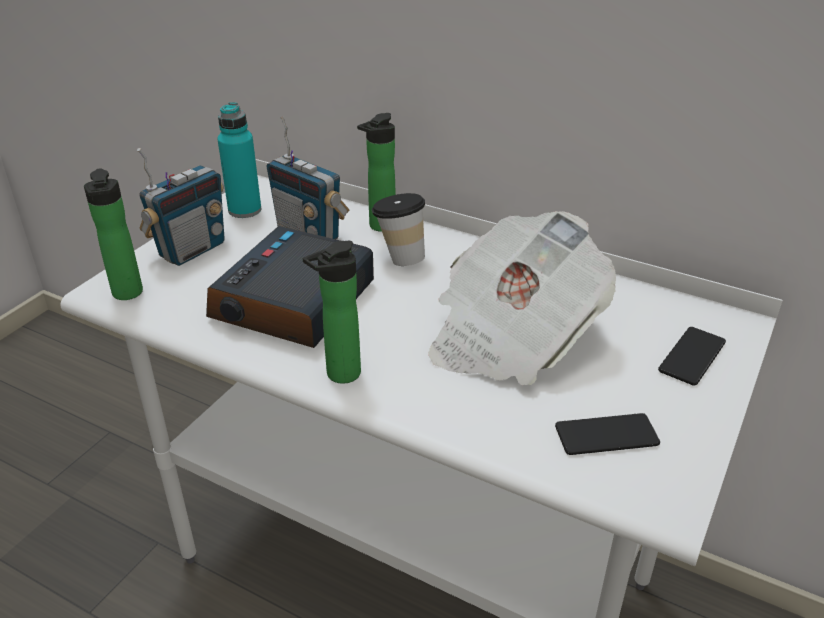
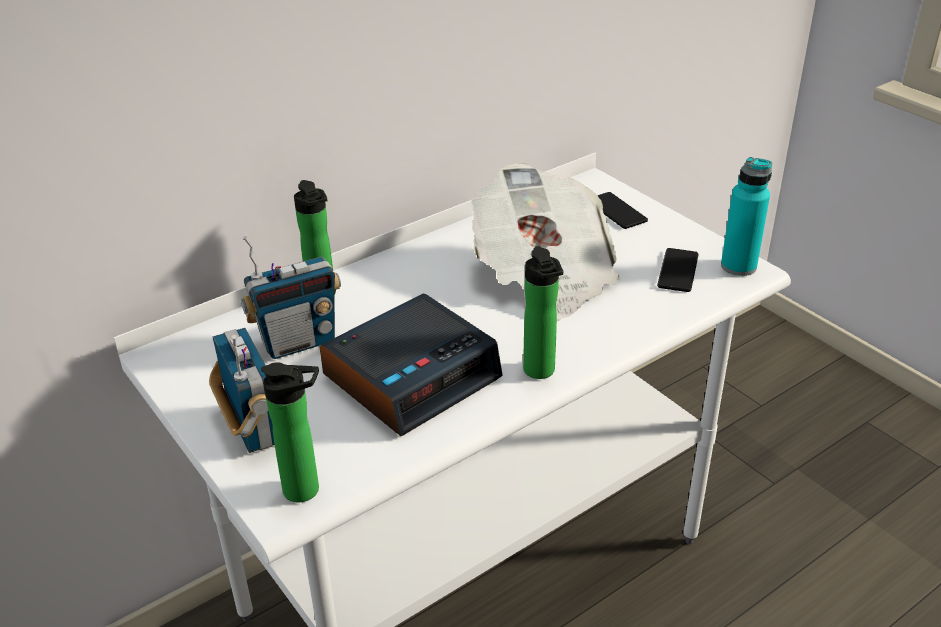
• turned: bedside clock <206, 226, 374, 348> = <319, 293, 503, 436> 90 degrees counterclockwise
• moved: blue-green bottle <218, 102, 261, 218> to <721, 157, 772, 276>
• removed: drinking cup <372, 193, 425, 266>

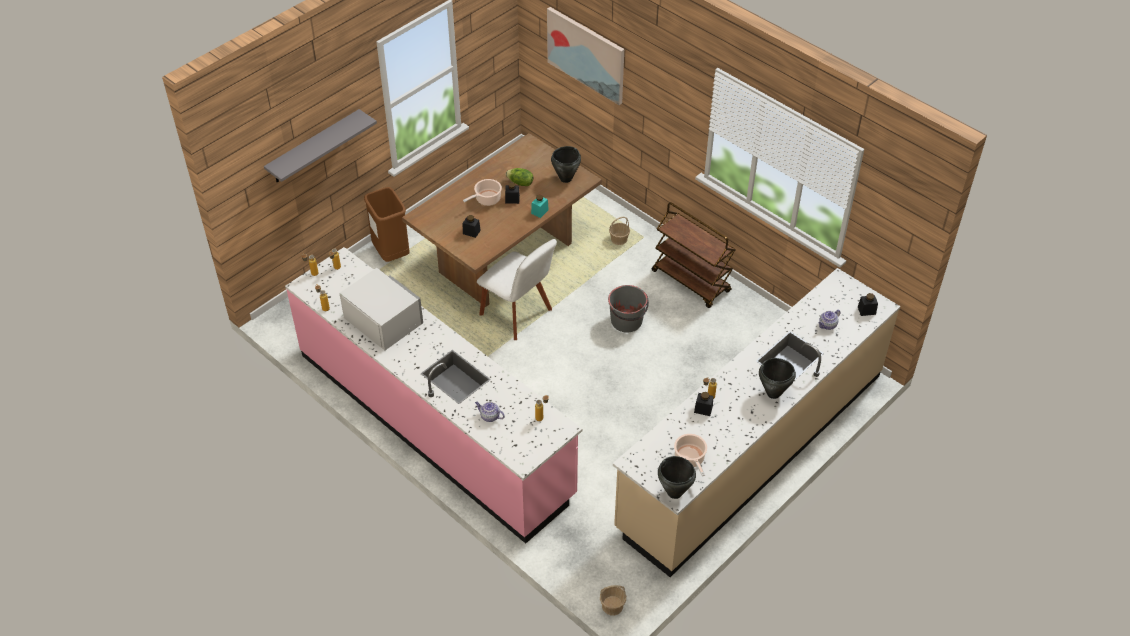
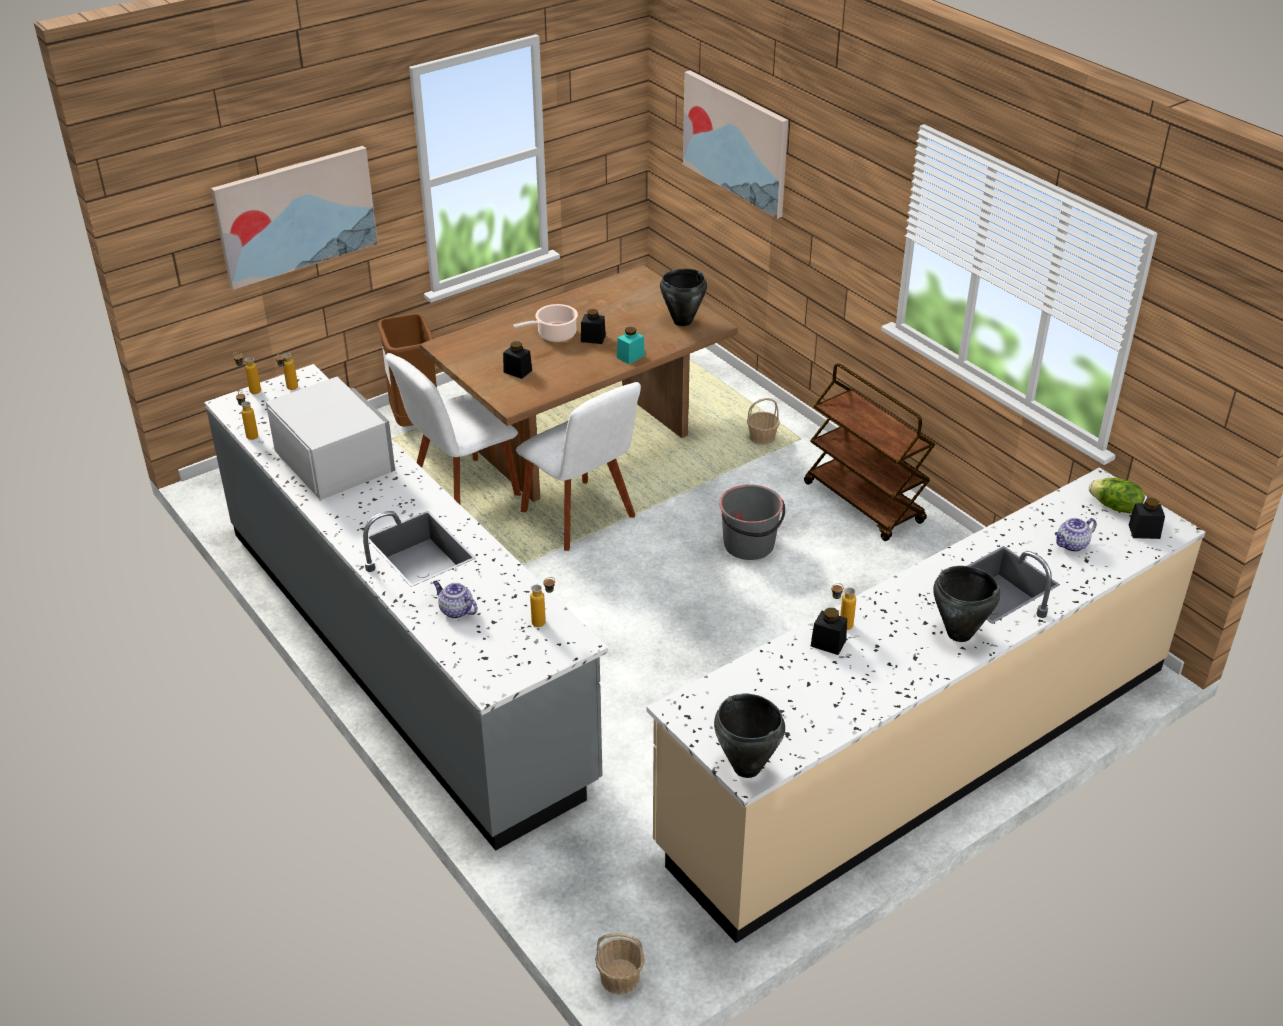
• replaced: gray shelf <264, 109, 377, 182> to wall picture <211, 146, 378, 290>
• recoloured: pinkish kitchen counter <285, 247, 583, 544> to gray kitchen counter <204, 364, 608, 851>
• moved: lettuce head <506, 168, 533, 186> to <1089, 478, 1145, 514>
• removed: cooking pot <674, 434, 707, 476>
• added: white chair <386, 353, 521, 504>

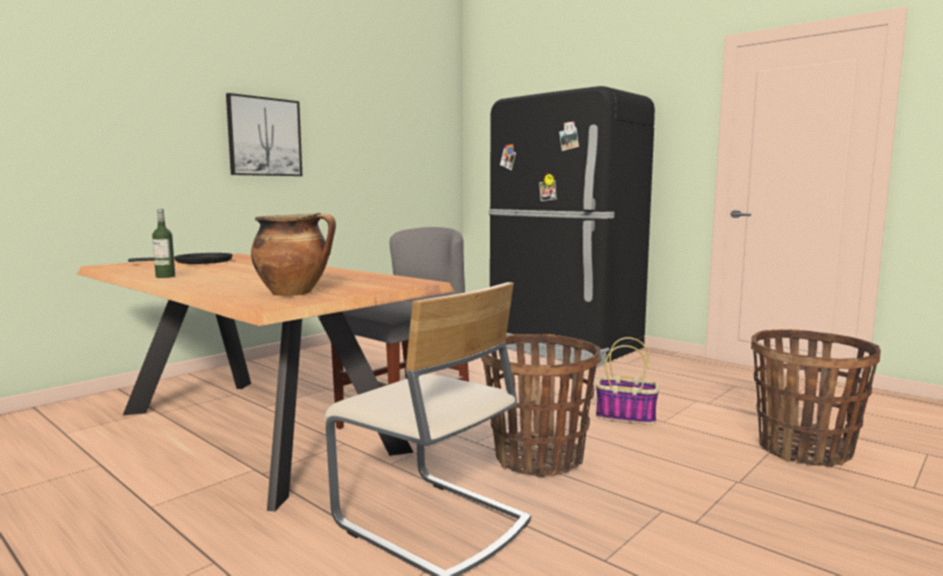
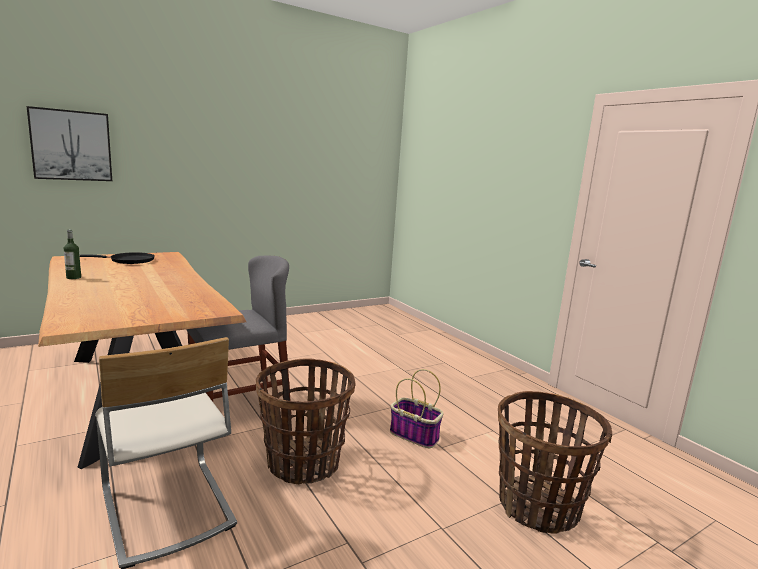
• moved: wall picture <226, 93, 302, 176> to <27, 106, 112, 181>
• removed: cooking pot <251, 213, 336, 296>
• removed: black-coloured fridge <489, 86, 655, 366>

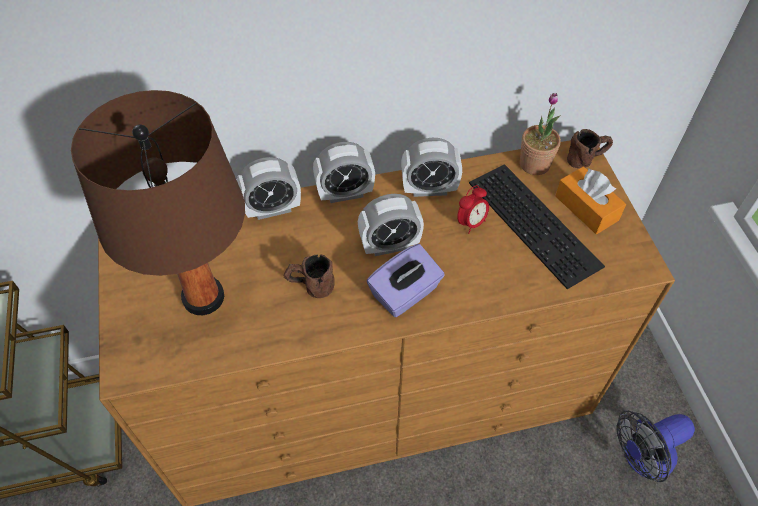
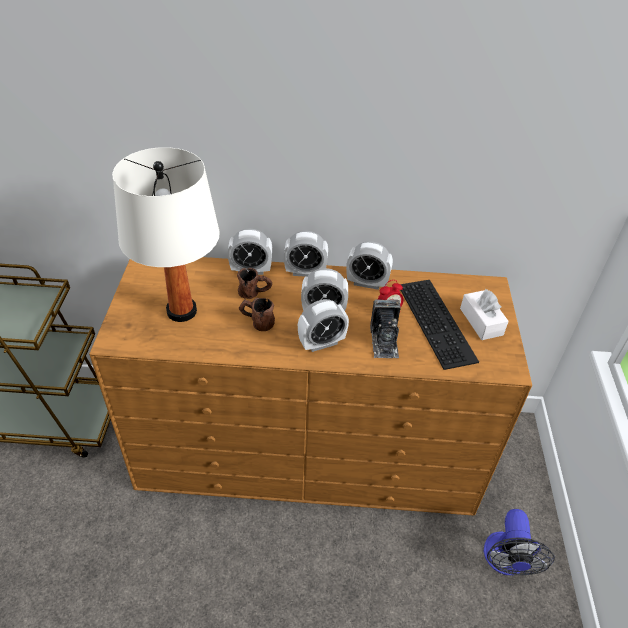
• recoloured: brown table lamp <71, 90, 245, 315> to white table lamp <112, 147, 220, 322>
• replaced: purplish tissue holder <367, 244, 445, 317> to bedside clock <298, 299, 349, 352>
• removed: potted plant <520, 93, 561, 175>
• recoloured: orange-coloured tissue holder <555, 167, 626, 234> to white tissue holder <460, 289, 509, 340>
• moved: brown mug <567, 129, 613, 168> to <237, 268, 272, 299>
• turned: cooling fan <616, 411, 695, 482> = <484, 509, 555, 575> 75 degrees counterclockwise
• added: still camera <370, 299, 401, 358>

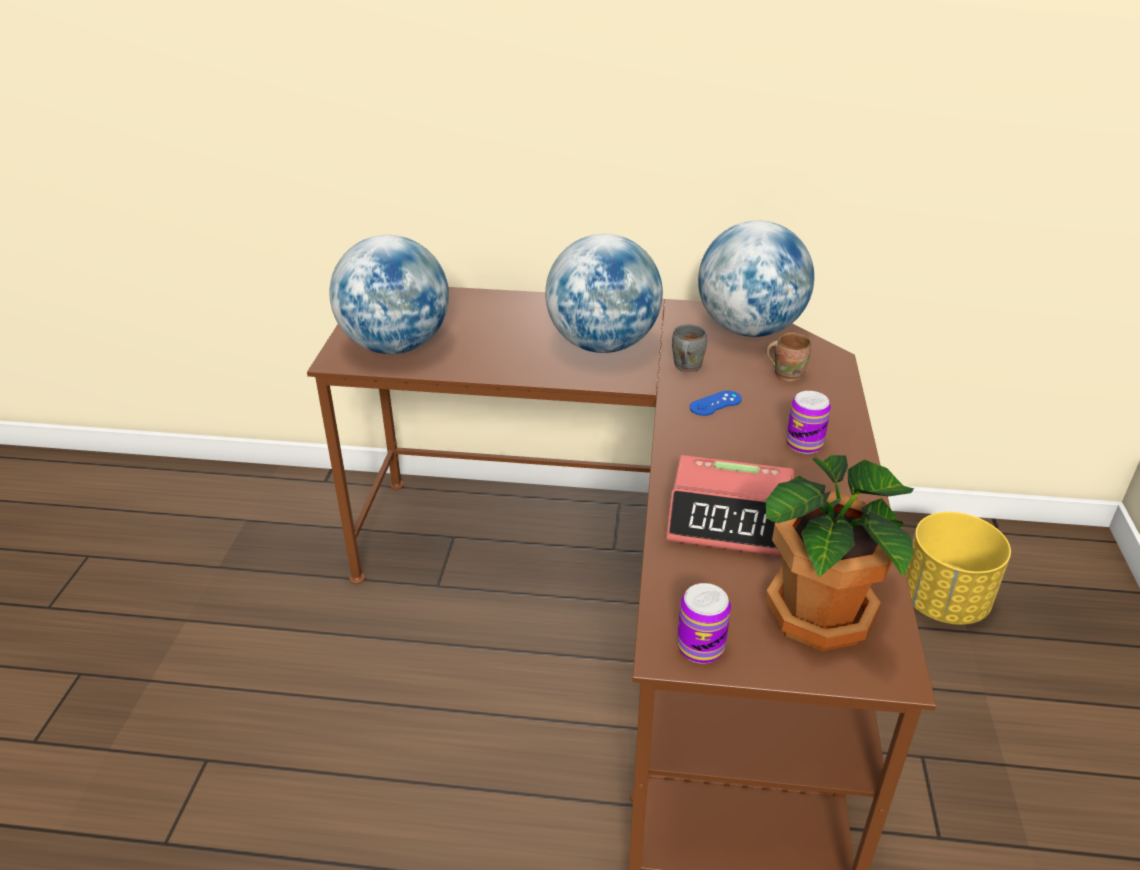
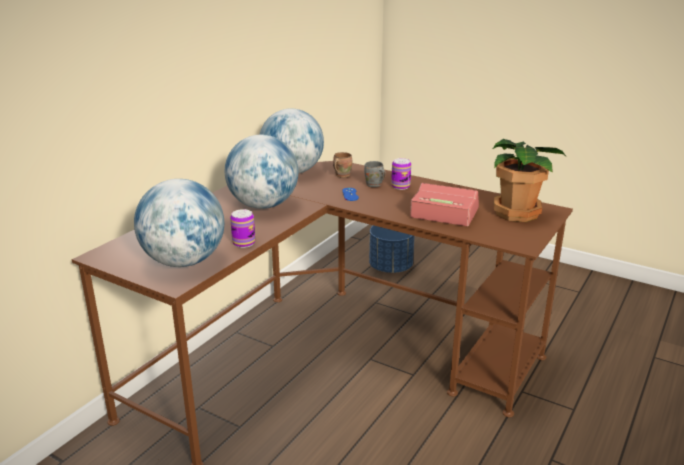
• turned: bedside clock <666, 455, 794, 557> = <410, 183, 479, 226> 105 degrees counterclockwise
• moved: gray mug <672, 324, 707, 372> to <364, 161, 386, 187>
• moved: metal can <677, 583, 731, 664> to <230, 209, 255, 248>
• recoloured: yellow-coloured planter <905, 512, 1011, 625> to blue planter <369, 225, 414, 273>

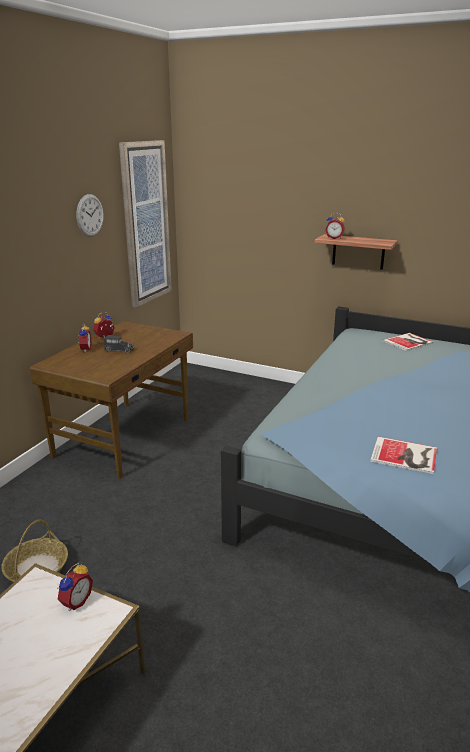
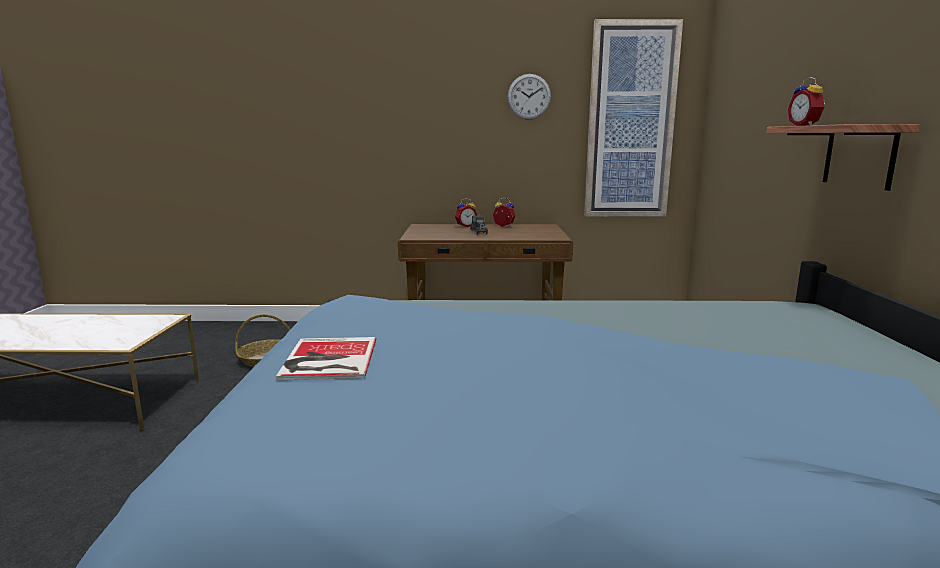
• removed: bedside clock <57, 563, 93, 611>
• removed: book <382, 333, 433, 351>

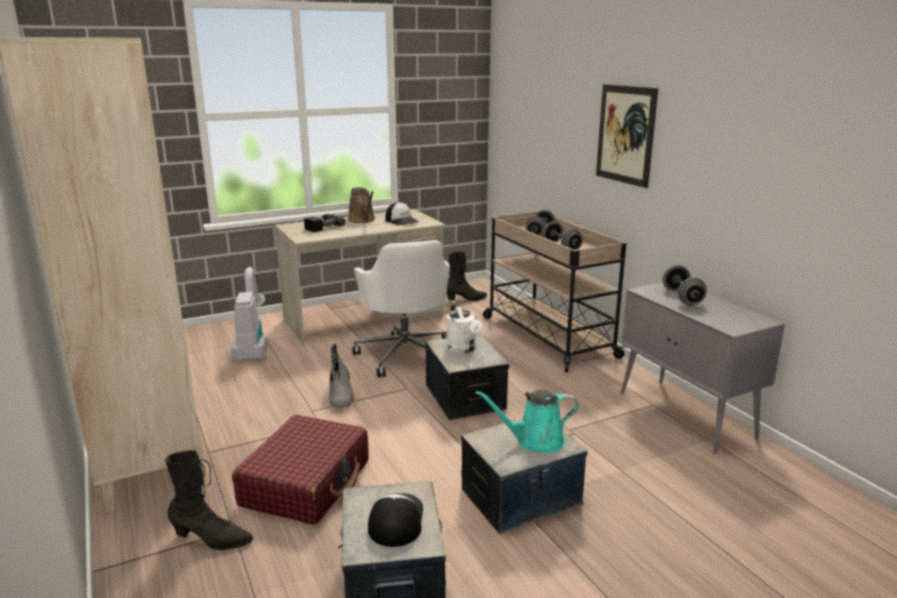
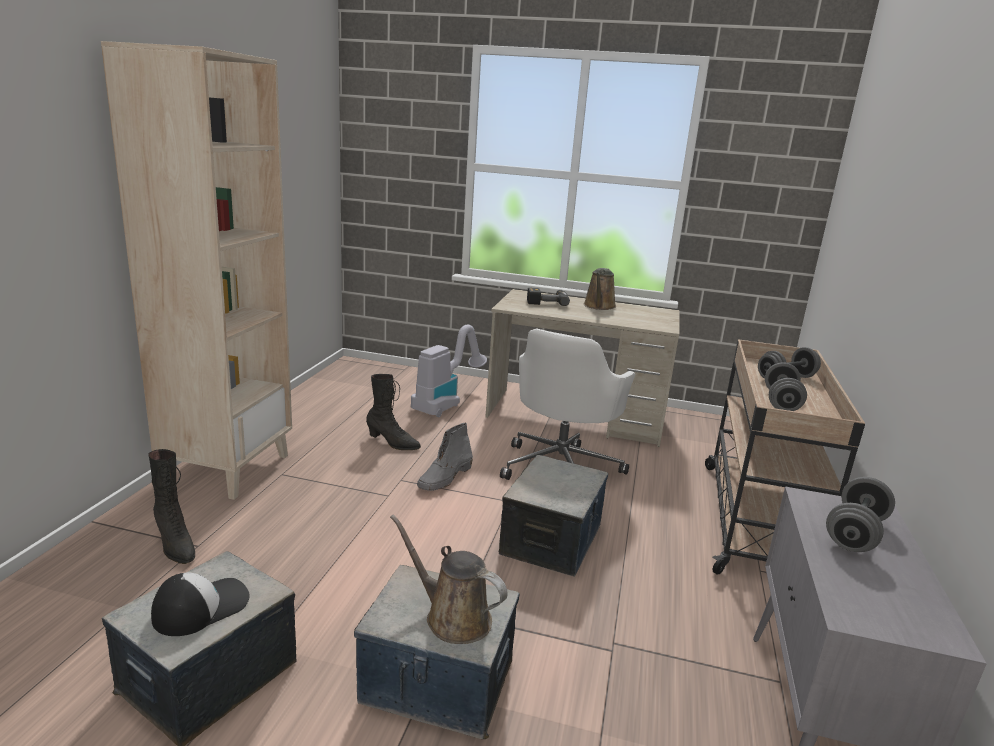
• removed: red suitcase <232, 415, 369, 525>
• removed: cap <385, 202, 420, 225>
• removed: white watering can <446, 302, 483, 353>
• moved: black-coloured tall boot <447, 252, 487, 301> to <366, 374, 421, 450>
• recoloured: blue-green watering can <476, 390, 578, 453> to brown watering can <390, 514, 507, 644>
• removed: wall picture <596, 84, 658, 188>

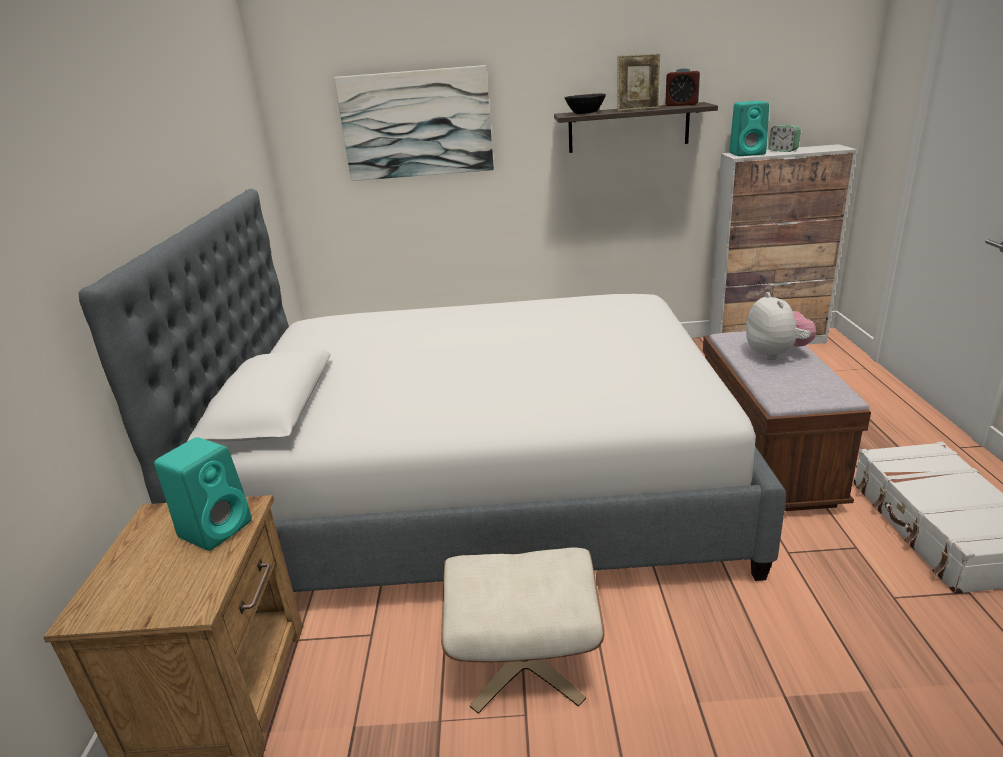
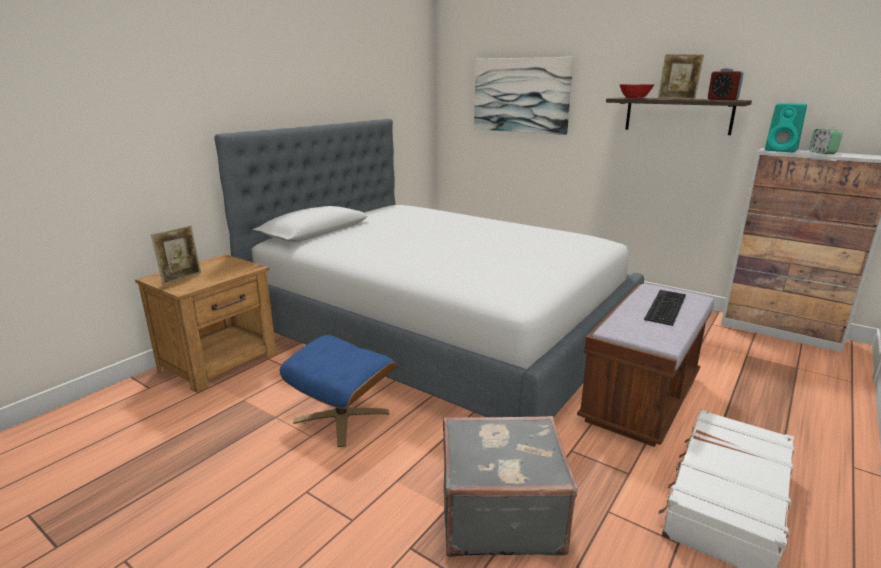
• removed: blue-green speaker <154, 437, 252, 551>
• recoloured: sand-coloured ottoman <441, 547, 605, 714> to blue ottoman <280, 335, 397, 447>
• recoloured: black-coloured serving bowl <564, 94, 606, 114> to red serving bowl <619, 84, 654, 98>
• replaced: plush toy <746, 292, 816, 360> to computer keyboard <644, 290, 686, 326>
• added: picture frame <151, 225, 201, 285>
• added: gray suitcase <443, 416, 578, 557>

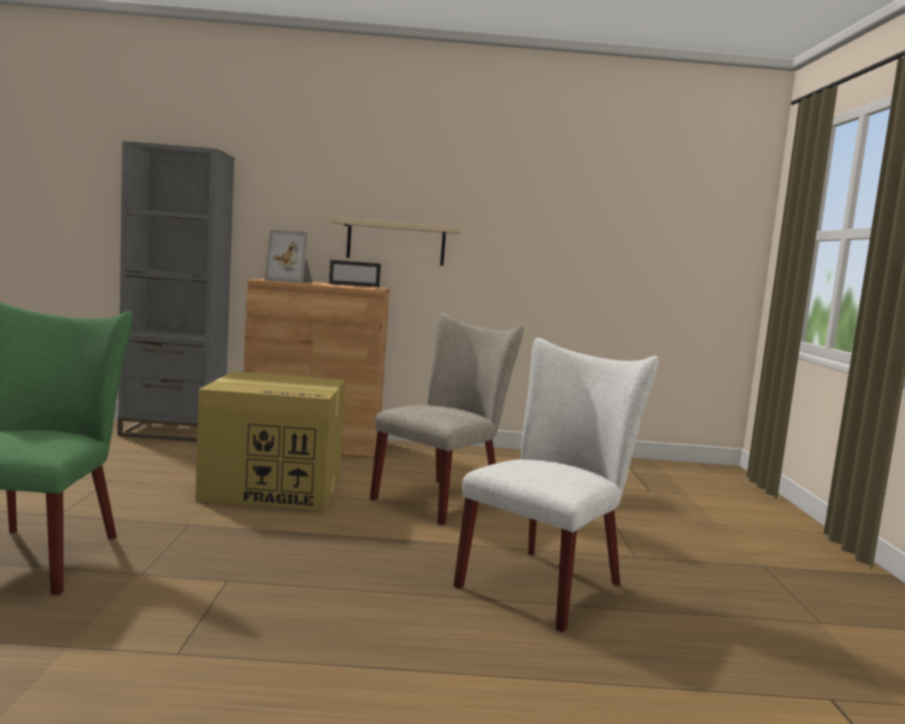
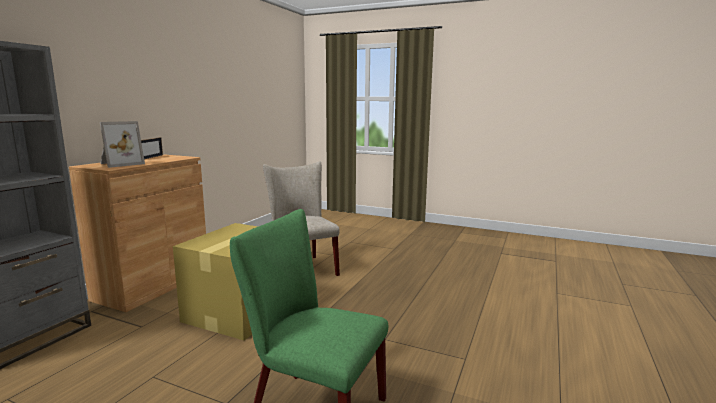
• removed: sand-coloured shelf <328, 217, 461, 266>
• removed: white chair <453, 338, 659, 632>

